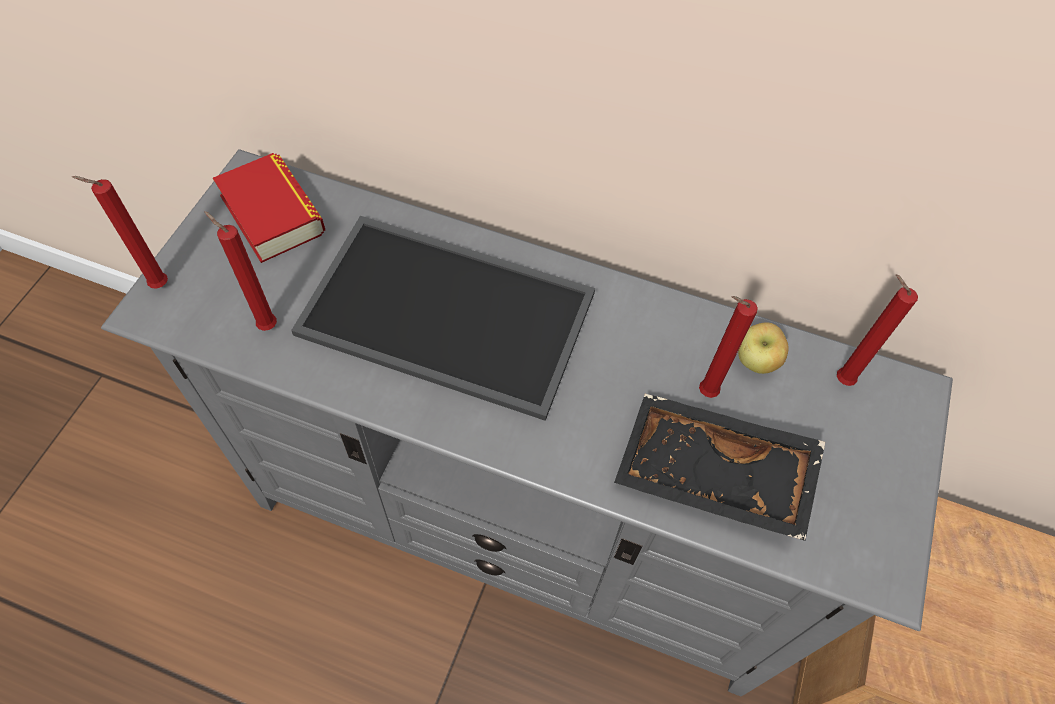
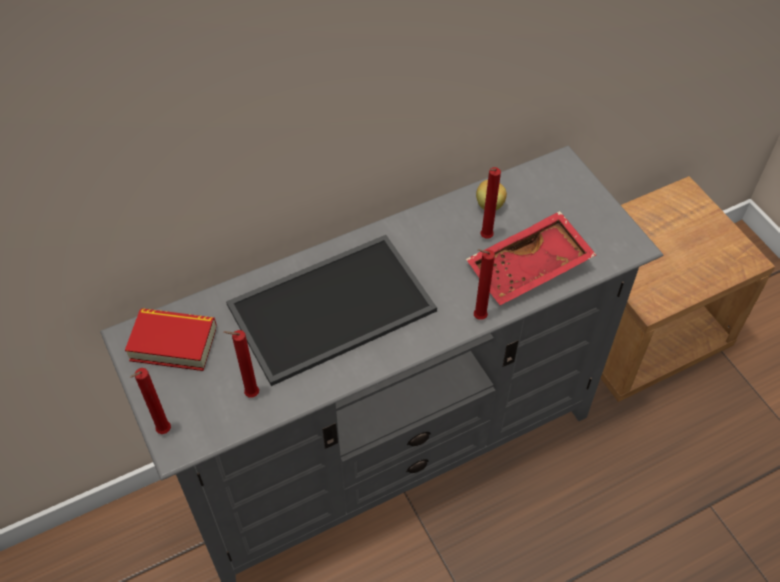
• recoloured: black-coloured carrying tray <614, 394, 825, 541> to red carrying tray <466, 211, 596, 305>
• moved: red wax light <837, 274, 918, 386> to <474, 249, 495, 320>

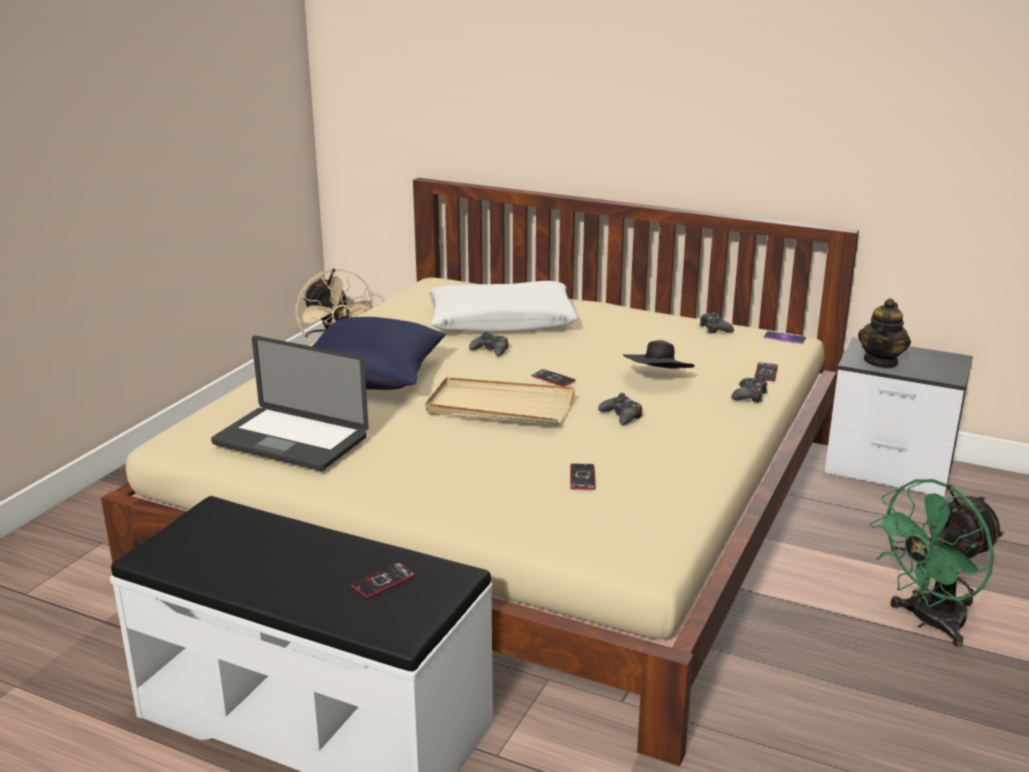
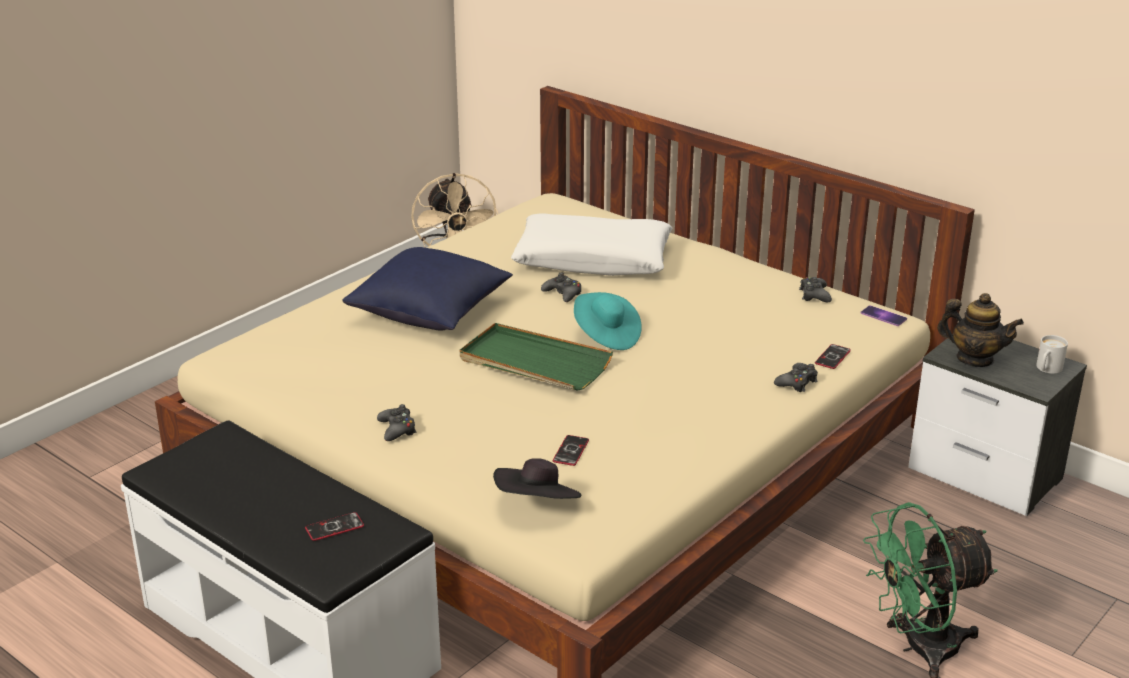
• removed: portable computer <211, 336, 368, 471>
• recoloured: sand-coloured carrying tray <425, 377, 575, 424> to green-coloured carrying tray <459, 323, 613, 391>
• replaced: telephone <531, 369, 576, 387> to blue-green wearable hat <574, 292, 642, 350>
• moved: black-coloured joypad <598, 393, 642, 425> to <377, 404, 416, 441>
• moved: black-coloured wearable hat <623, 340, 695, 369> to <493, 458, 582, 499>
• turned: pot for tea <858, 298, 911, 368> = <937, 293, 1024, 367> 105 degrees counterclockwise
• added: white mug <1036, 335, 1068, 374>

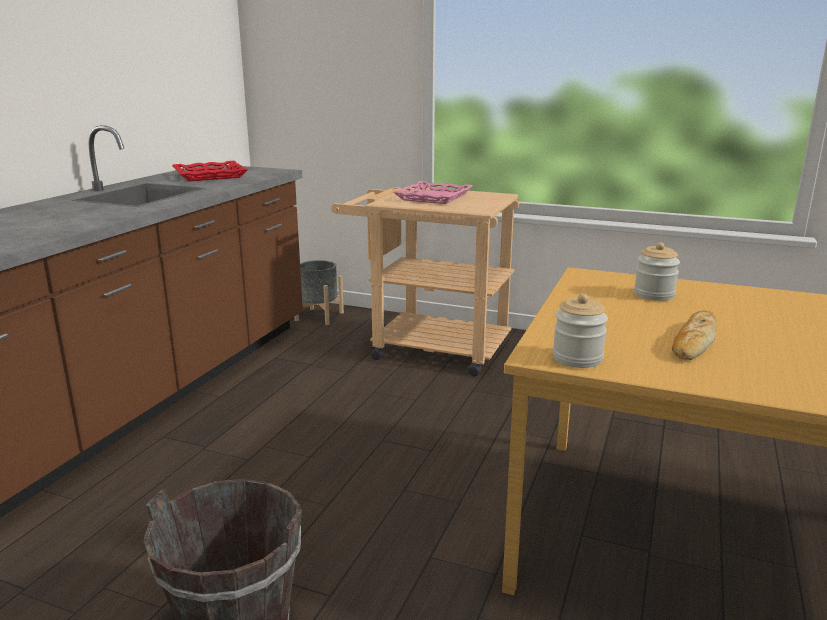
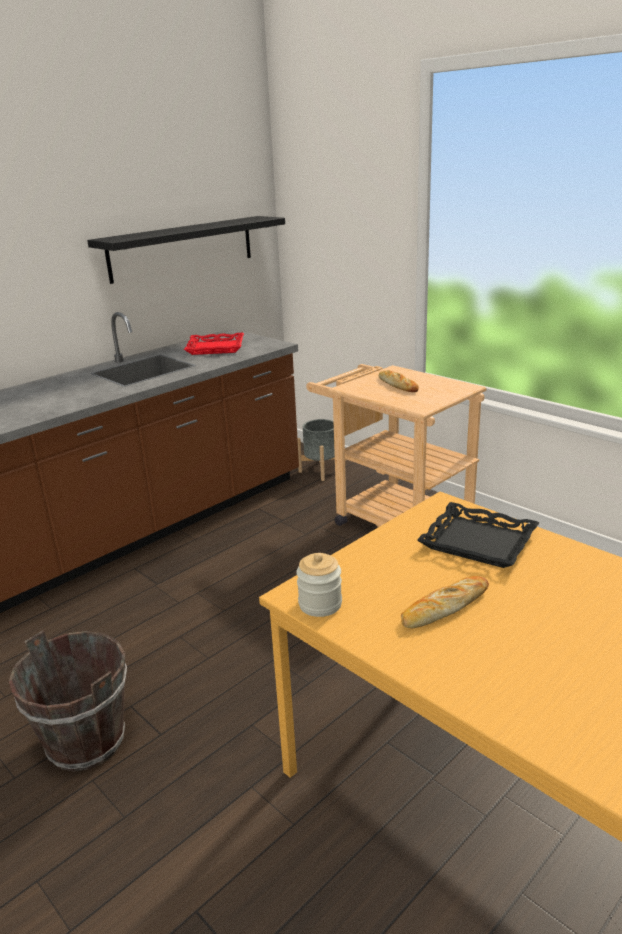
• replaced: pinkish carrying tray <393, 181, 473, 204> to bakery bread <379, 370, 419, 392>
• replaced: jar <634, 242, 680, 301> to black-coloured carrying tray <417, 502, 539, 568>
• added: black-coloured shelf <87, 216, 285, 284>

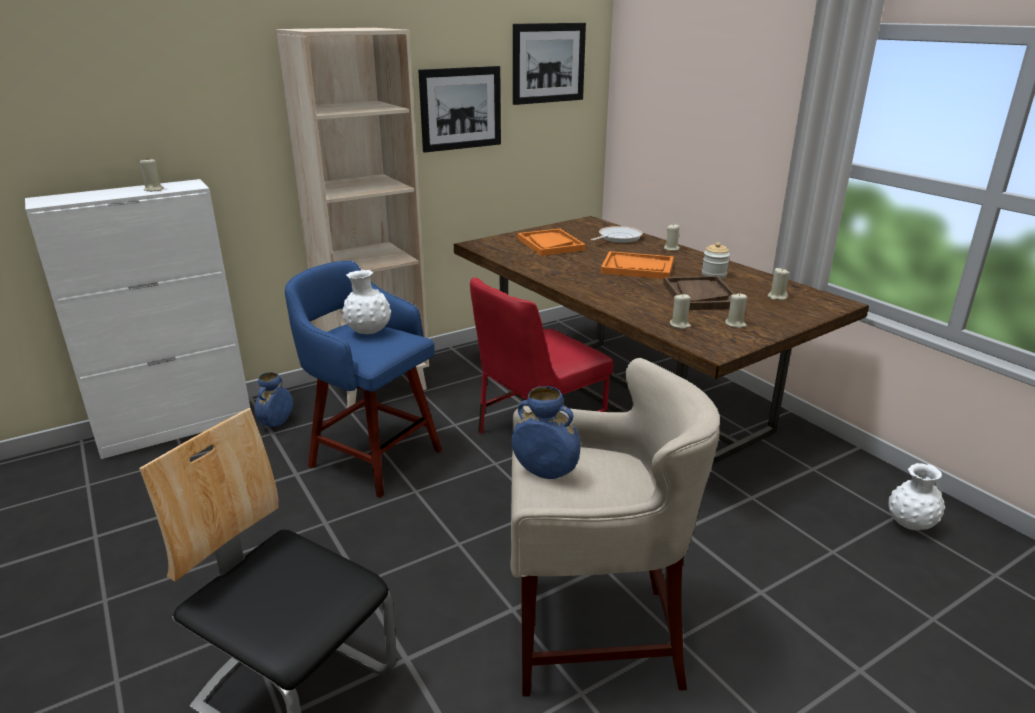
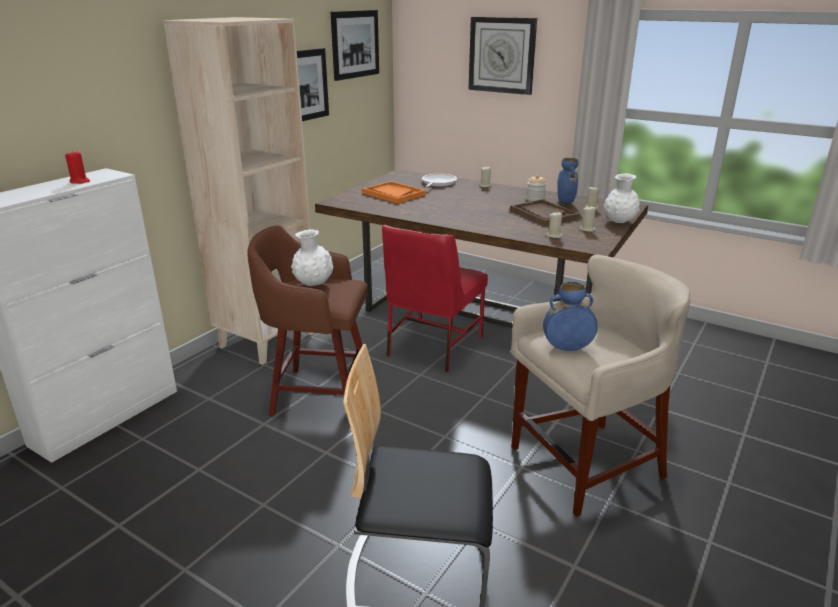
• recoloured: sand-coloured wax light <140, 158, 164, 192> to red wax light <65, 150, 90, 184>
• moved: blue vase <255, 372, 293, 427> to <557, 158, 579, 204>
• recoloured: blue sitting stool <285, 261, 442, 498> to brown sitting stool <248, 225, 367, 416>
• removed: orange-coloured carrying tray <601, 251, 674, 279>
• moved: white vase <888, 463, 945, 530> to <603, 173, 640, 223>
• added: wall clock <468, 17, 537, 95>

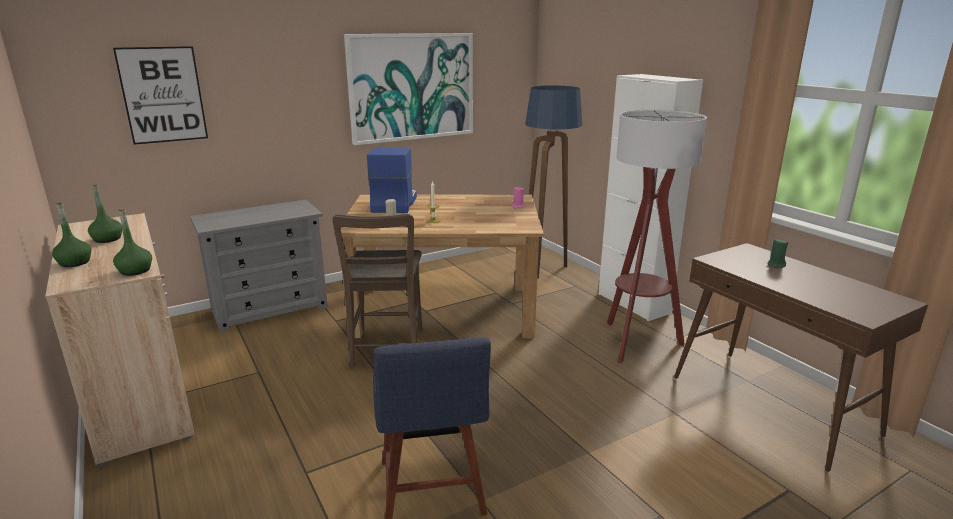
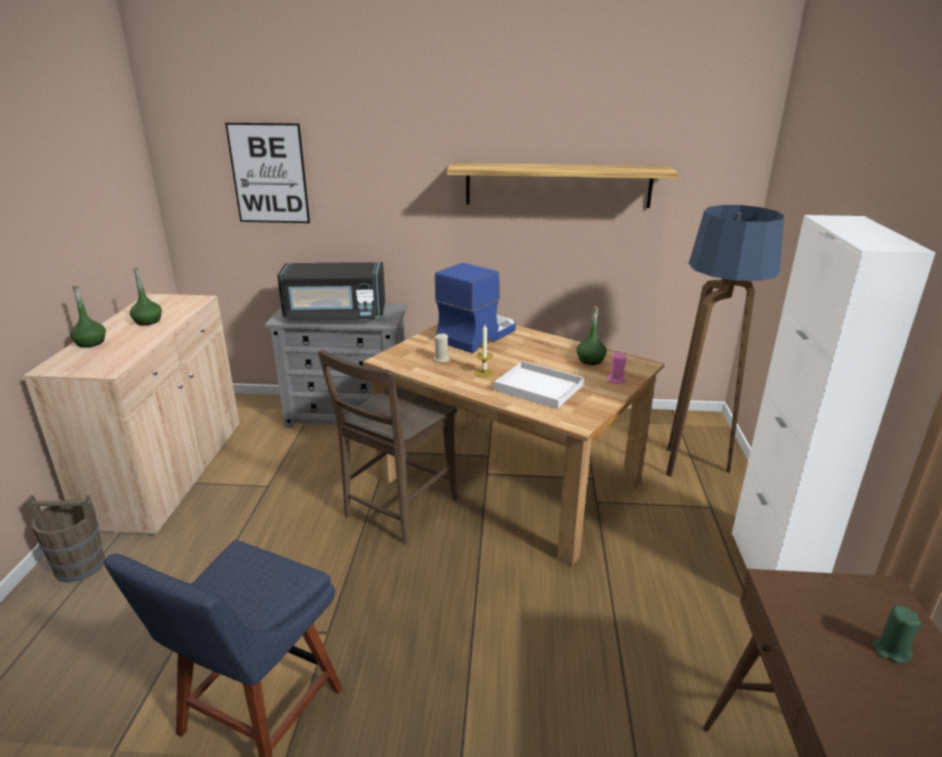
• moved: green-coloured bottle <113, 208, 152, 276> to <576, 306, 607, 365>
• replaced: wall picture <344, 33, 473, 145> to shelf <447, 163, 679, 208>
• removed: floor lamp <607, 110, 707, 363>
• added: brown bucket <25, 495, 105, 583>
• added: black-coloured microwave <277, 262, 385, 321>
• added: white carrying tray <494, 361, 584, 410>

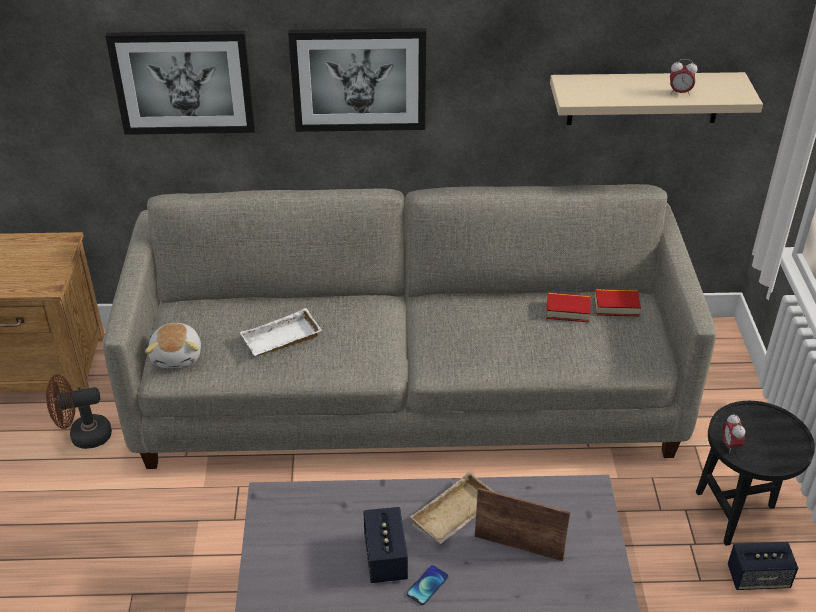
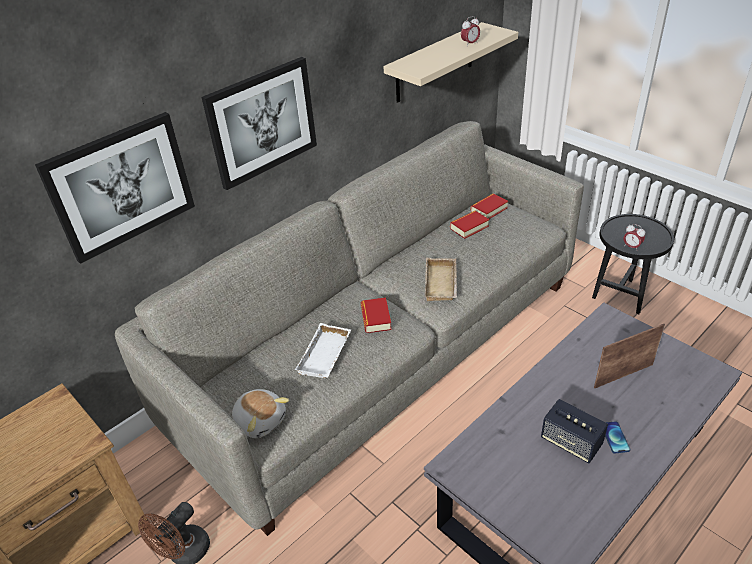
• moved: sand-coloured carrying tray <410, 471, 494, 544> to <425, 258, 457, 301>
• removed: speaker <728, 542, 798, 590>
• added: book <361, 298, 392, 333>

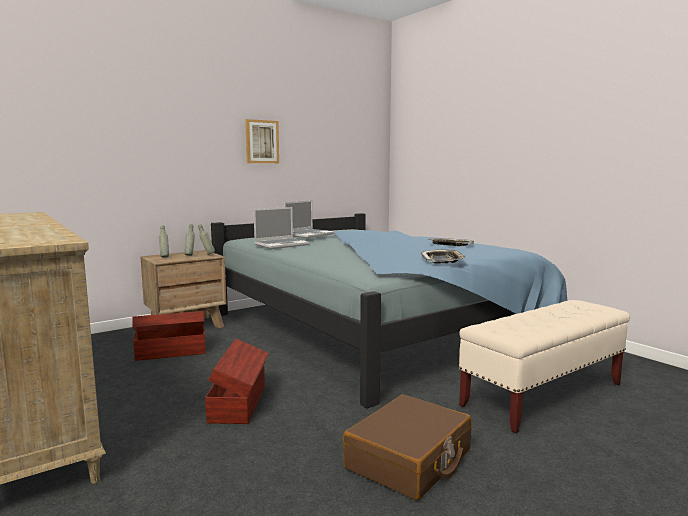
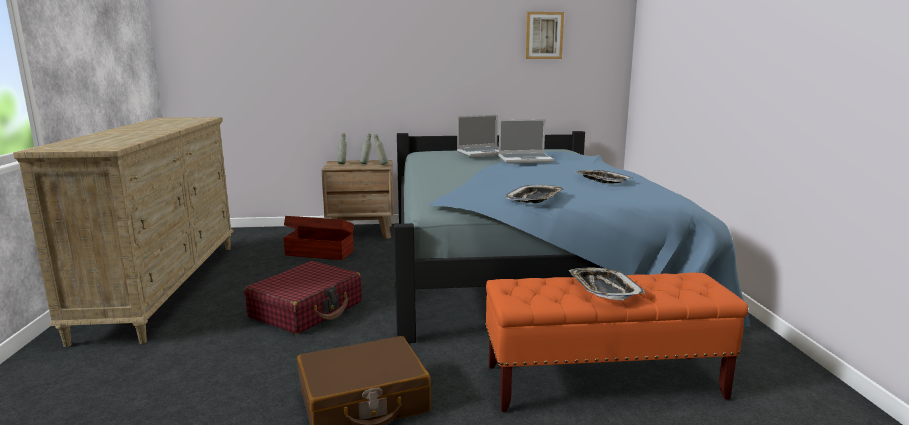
• replaced: brown storage bin <205, 339, 269, 424> to red suitcase <244, 261, 362, 334>
• moved: wall picture <245, 119, 279, 163> to <525, 12, 564, 59>
• moved: portable computer <254, 207, 310, 249> to <498, 119, 554, 163>
• recoloured: sand-coloured indoor bench <459, 300, 630, 433> to orange-coloured indoor bench <485, 273, 748, 412>
• added: carrying tray <569, 268, 645, 300>

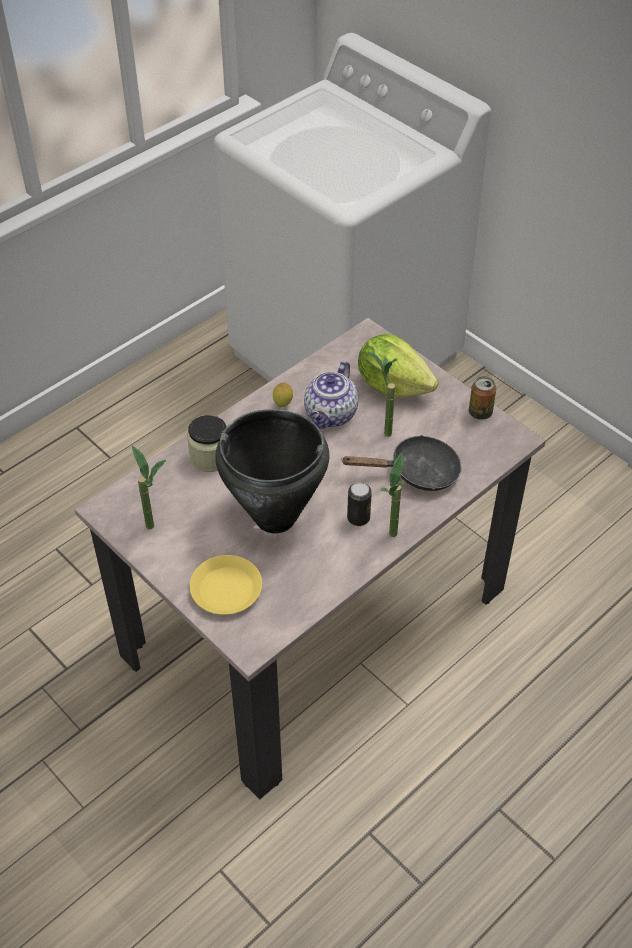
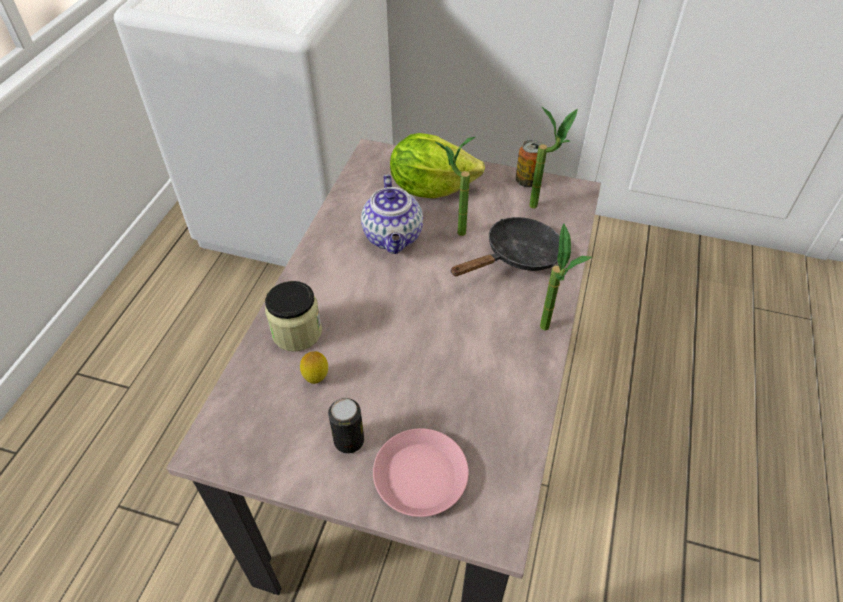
• moved: potted plant <132, 446, 166, 530> to <529, 106, 578, 209>
• recoloured: yellow-coloured plate <190, 555, 262, 615> to pinkish plate <373, 428, 469, 517>
• removed: black-coloured cooking pot <215, 409, 330, 533>
• moved: whole lemon <273, 382, 293, 407> to <300, 351, 328, 384>
• moved: metal can <347, 482, 372, 526> to <328, 398, 364, 454>

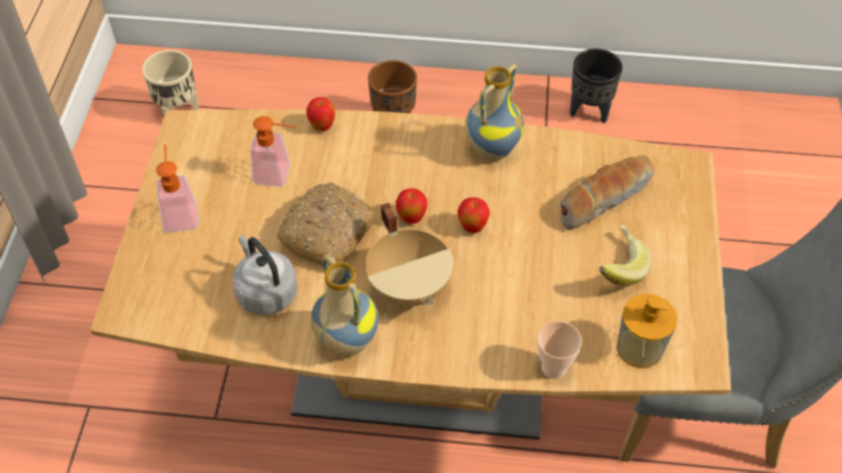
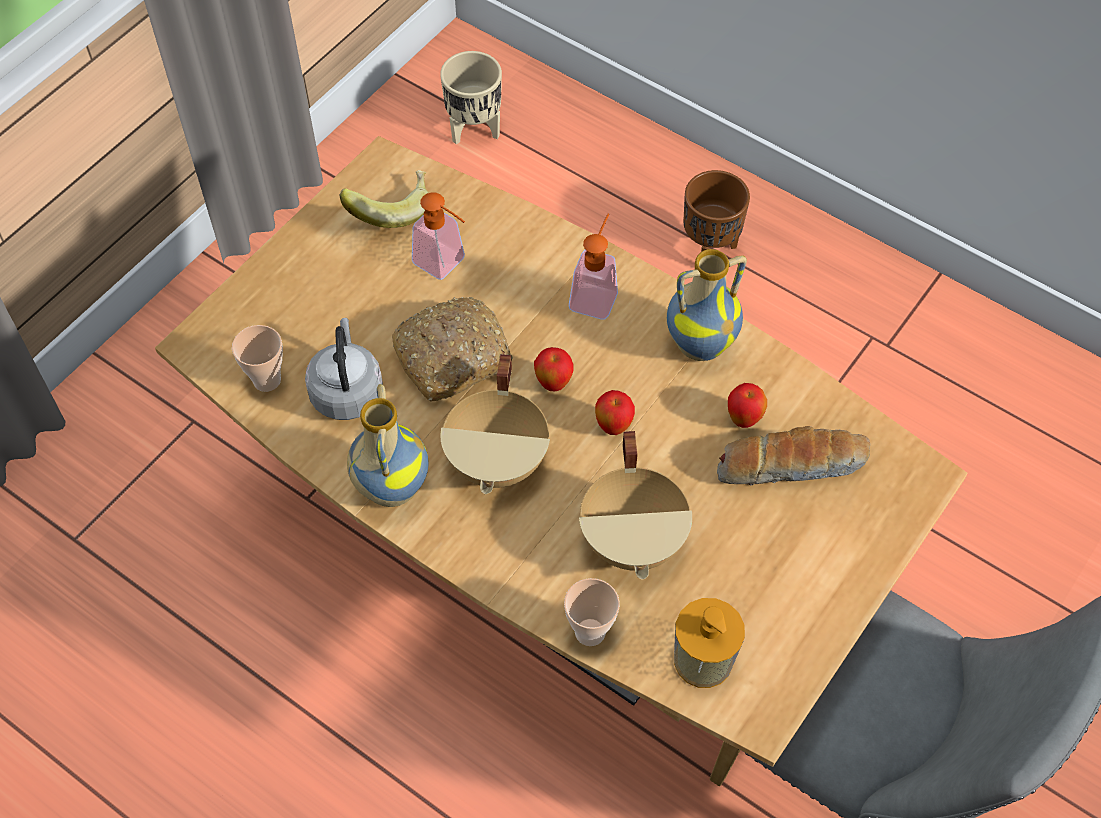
• moved: soap dispenser <156, 144, 199, 233> to <569, 213, 618, 320>
• moved: apple fruit <306, 97, 335, 131> to <728, 383, 767, 428>
• removed: black-coloured planter <570, 49, 622, 123>
• moved: banana fruit <599, 225, 652, 286> to <339, 170, 428, 228>
• added: drinking cup <232, 325, 283, 392>
• added: sand-coloured cooking pot <579, 431, 692, 580>

